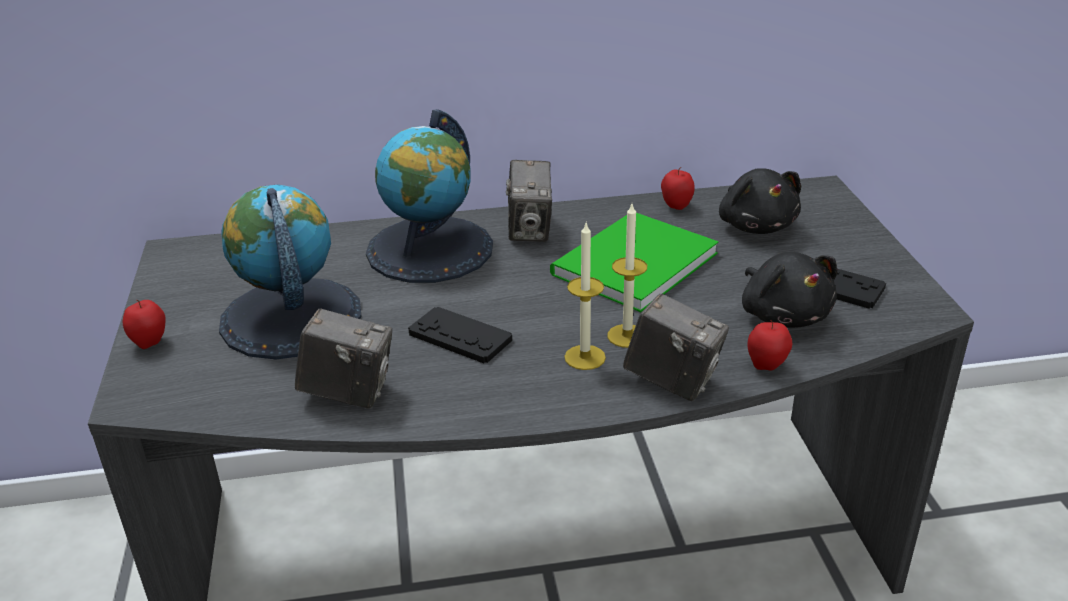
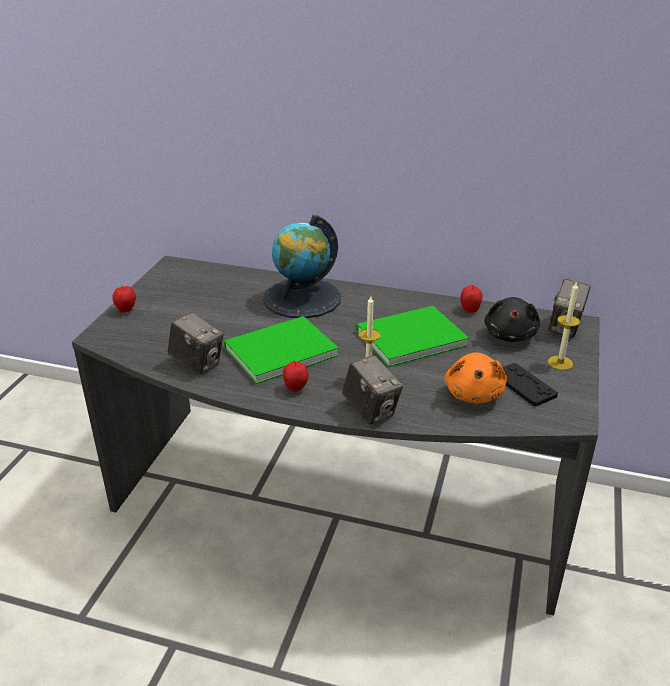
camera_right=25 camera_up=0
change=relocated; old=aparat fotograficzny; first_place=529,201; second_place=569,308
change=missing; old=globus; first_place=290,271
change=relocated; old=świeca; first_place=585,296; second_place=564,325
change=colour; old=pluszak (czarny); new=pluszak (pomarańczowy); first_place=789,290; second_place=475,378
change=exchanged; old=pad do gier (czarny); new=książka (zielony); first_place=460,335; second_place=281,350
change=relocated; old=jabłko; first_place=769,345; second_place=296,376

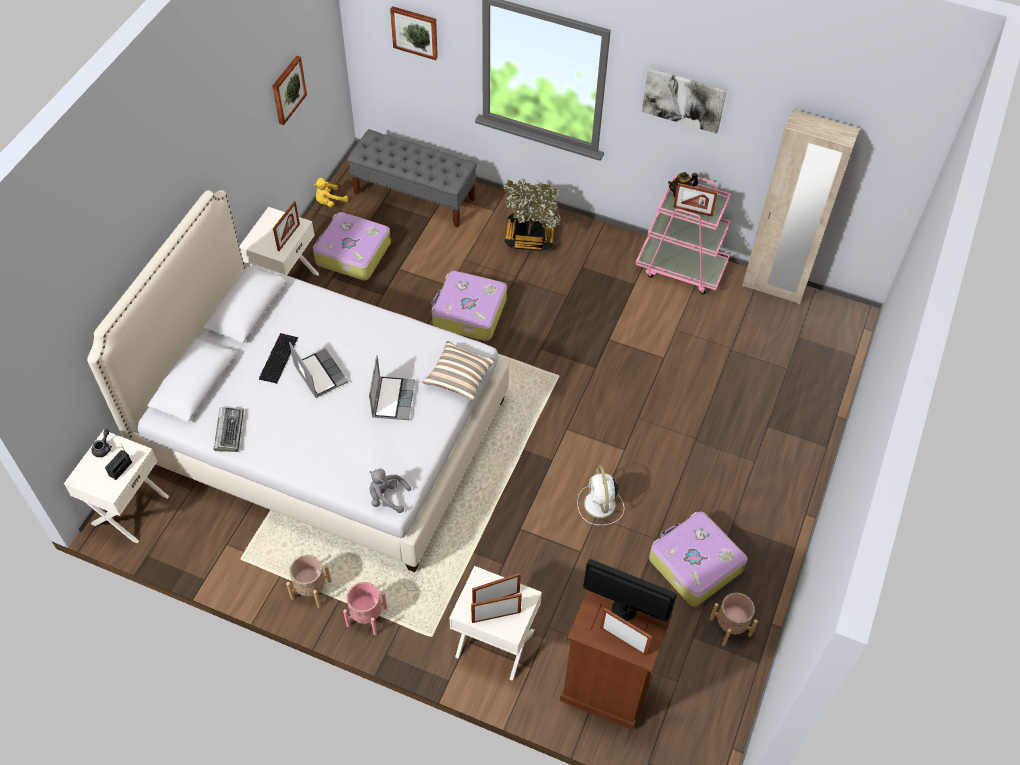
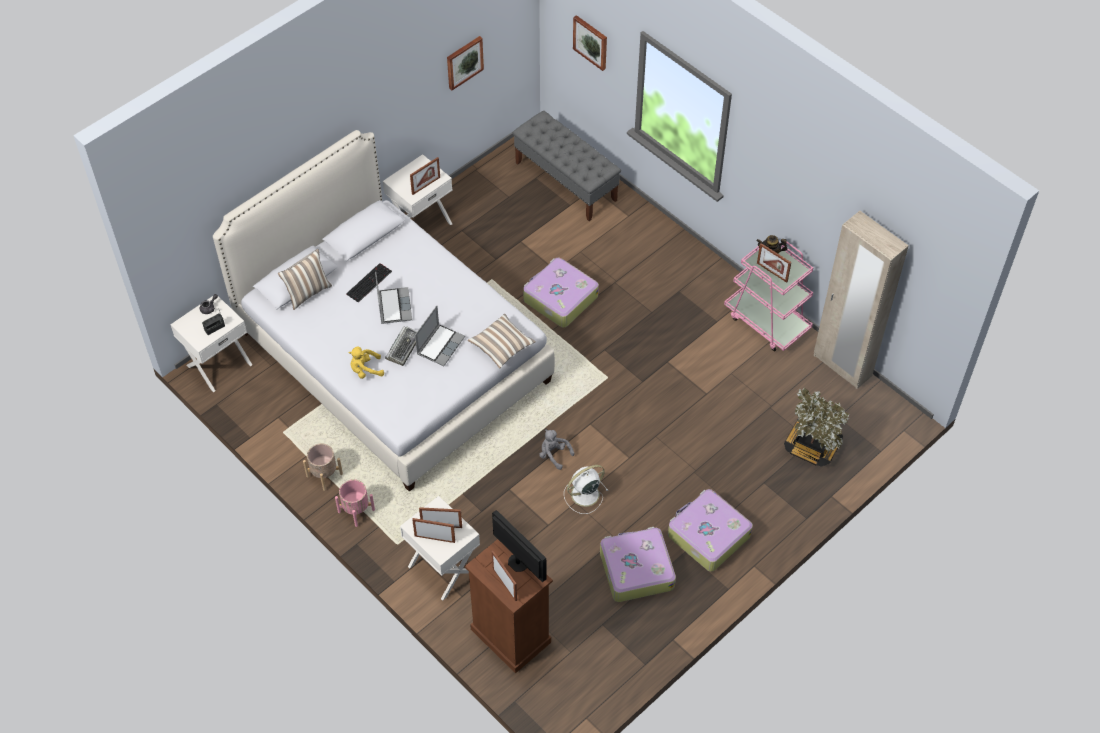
camera_right=25 camera_up=0
change=missing; old=obraz; first_place=684,101
change=relocated; old=pluszak (żółty); first_place=331,192; second_place=366,362
change=relocated; old=roślina doniczkowa; first_place=532,214; second_place=817,427
change=relocated; old=walizka; first_place=352,246; second_place=710,530
change=relocated; old=klawiatura; first_place=229,429; second_place=401,346
change=spun; old=wentylator (biały); first_place=600,495; second_place=586,489; degrees=45
change=relocated; old=pluszak (szary); first_place=390,491; second_place=557,450
change=missing; old=donica (beżowy); first_place=734,619
change=appeared; new=poduszka; second_place=305,279

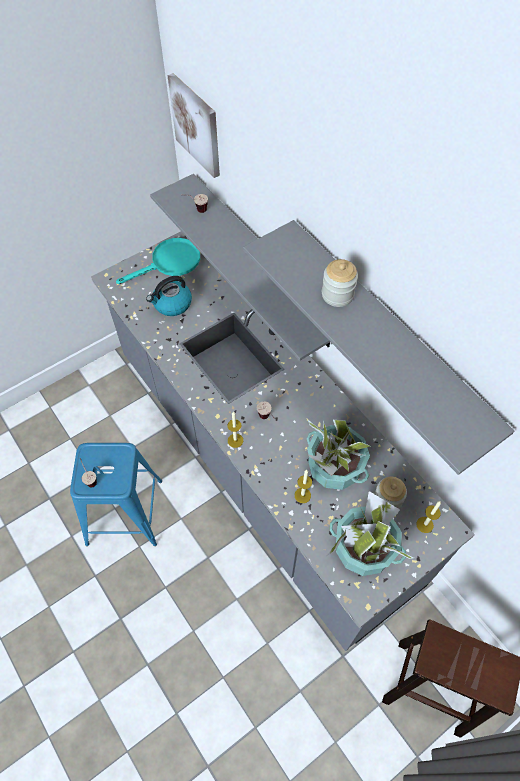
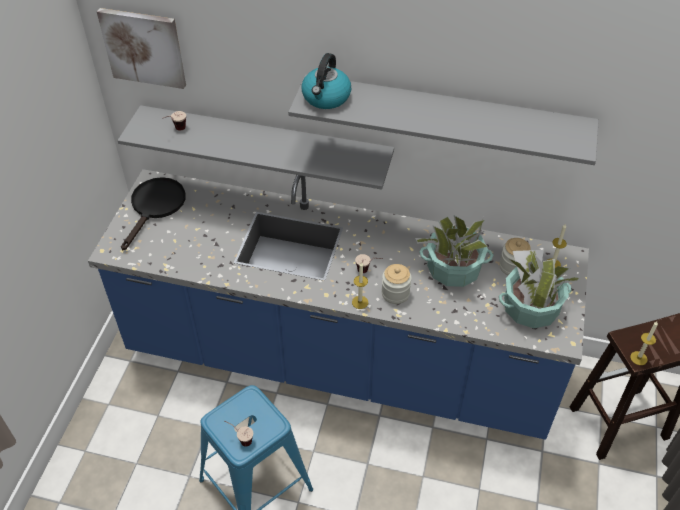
camera_right=-40 camera_up=-10
change=colour; old=zabudowa kuchenna (szary); new=zabudowa kuchenna (niebieski); first_place=283,441; second_place=338,304
change=colour; old=patelnia (turkusowy); new=patelnia (czarny); first_place=158,261; second_place=153,213
change=relocated; old=słoik; first_place=340,283; second_place=396,284
change=relocated; old=czajnik; first_place=169,296; second_place=326,81
change=relocated; old=świeca; first_place=303,486; second_place=644,343

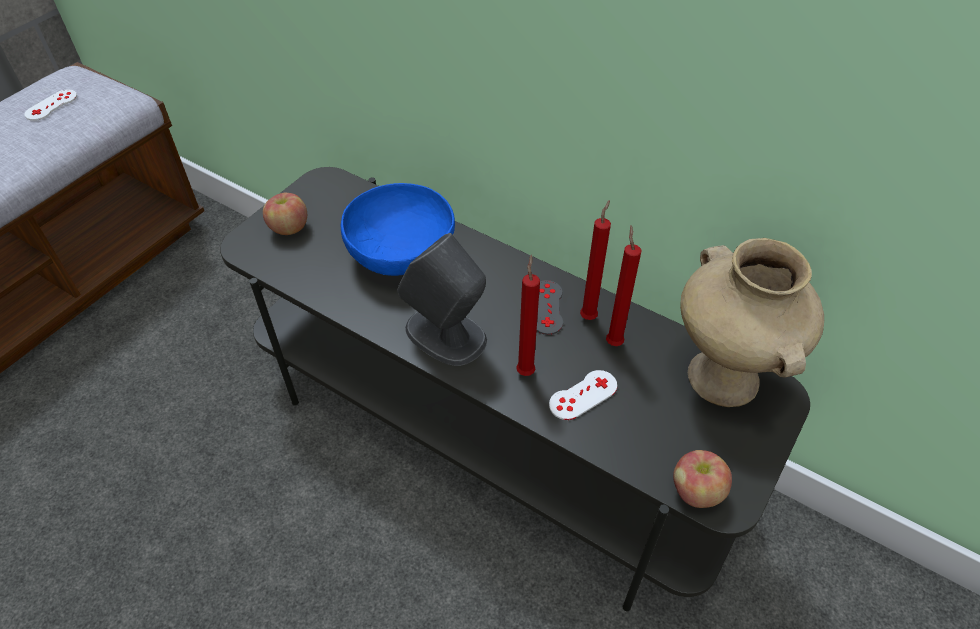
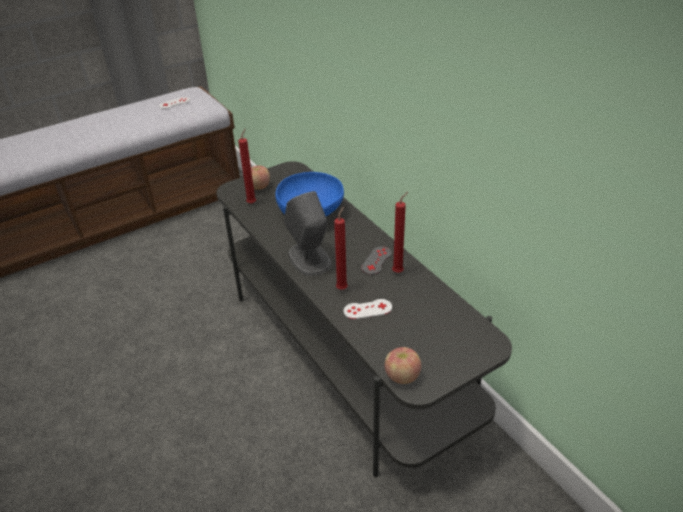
camera_right=25 camera_up=-10
change=relocated; old=świeca (czerwony); first_place=623,285; second_place=247,166
change=missing; old=wazon (beżowy); first_place=752,322

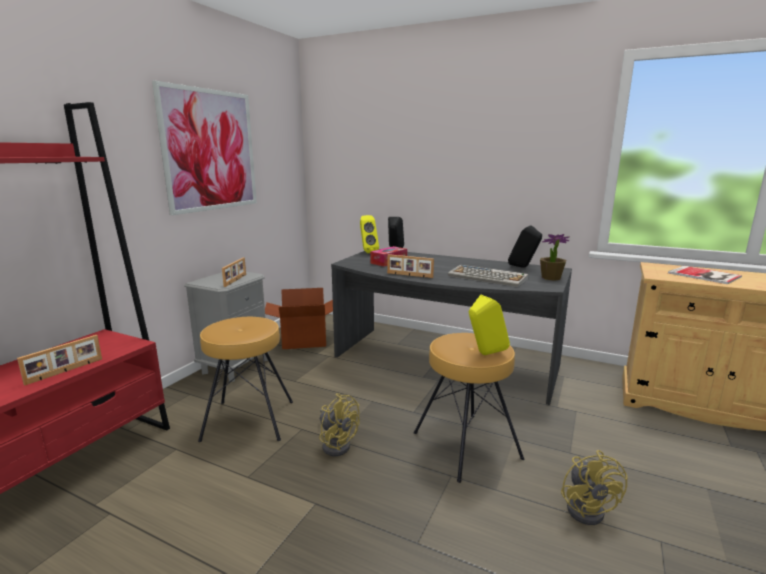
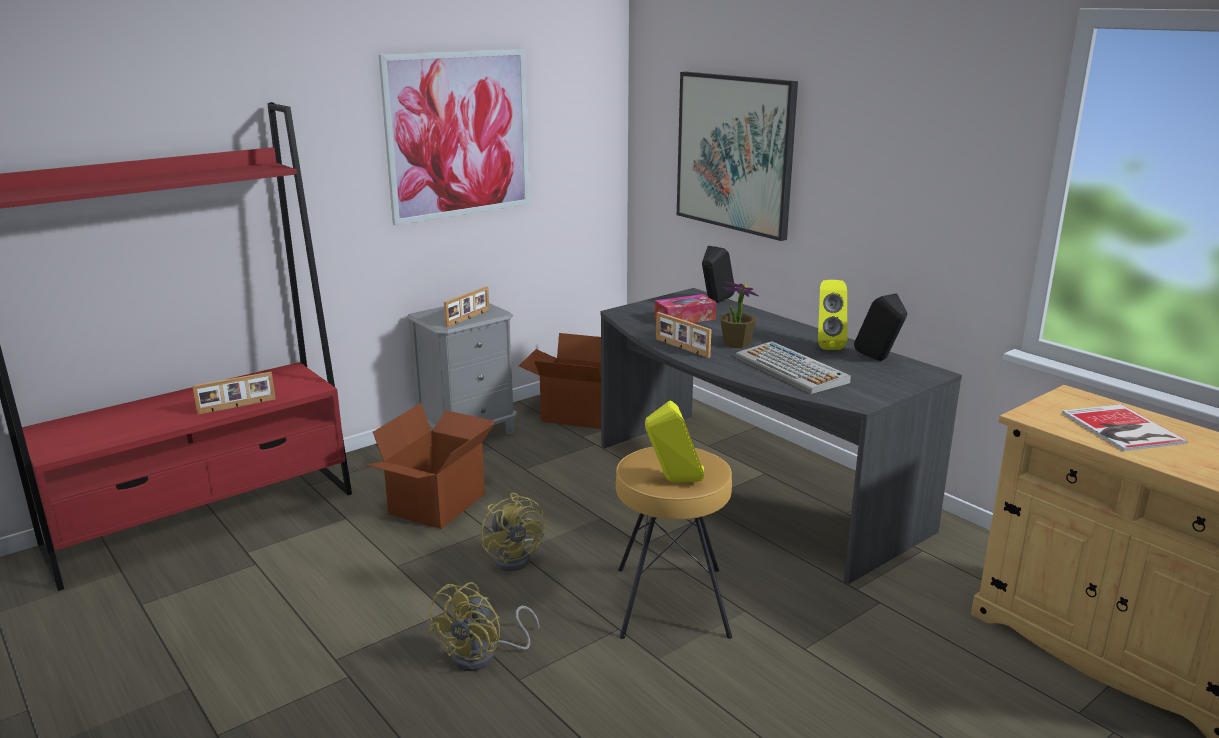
camera_right=25 camera_up=5
change=relocated; old=głośnik (żółty); first_place=369,234; second_place=832,315
change=relocated; old=roślina doniczkowa; first_place=555,257; second_place=739,314
change=exchanged; old=stołek (brązowy); new=karton; first_place=245,379; second_place=430,466
change=relocated; old=wentylator (żółty); first_place=594,487; second_place=484,626
change=appeared; new=obraz; second_place=737,156

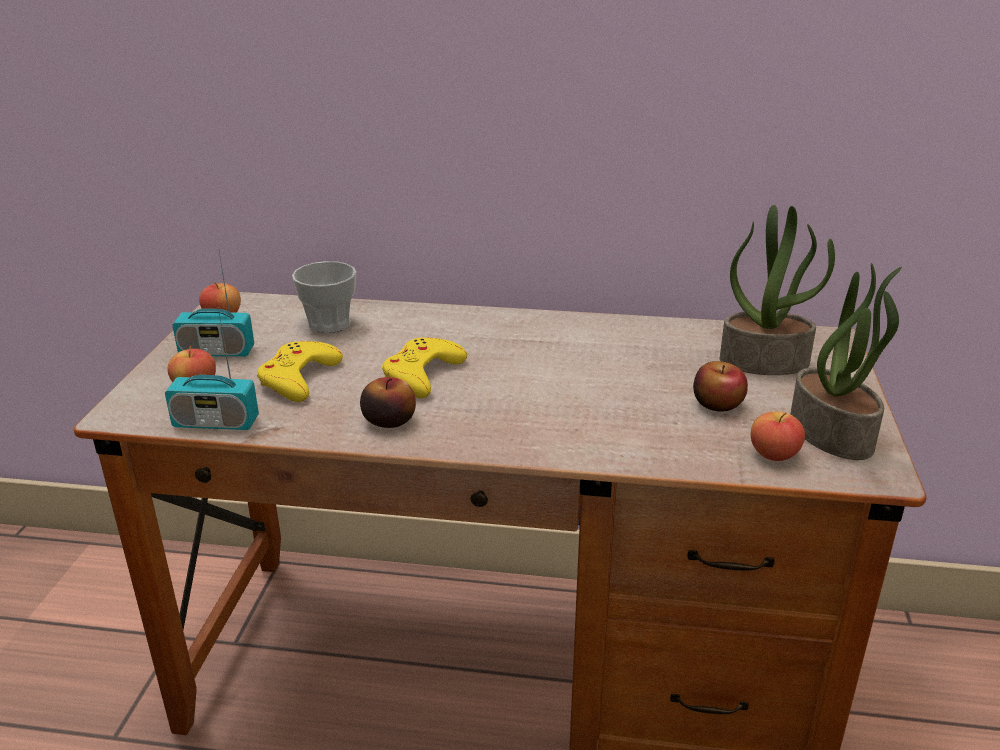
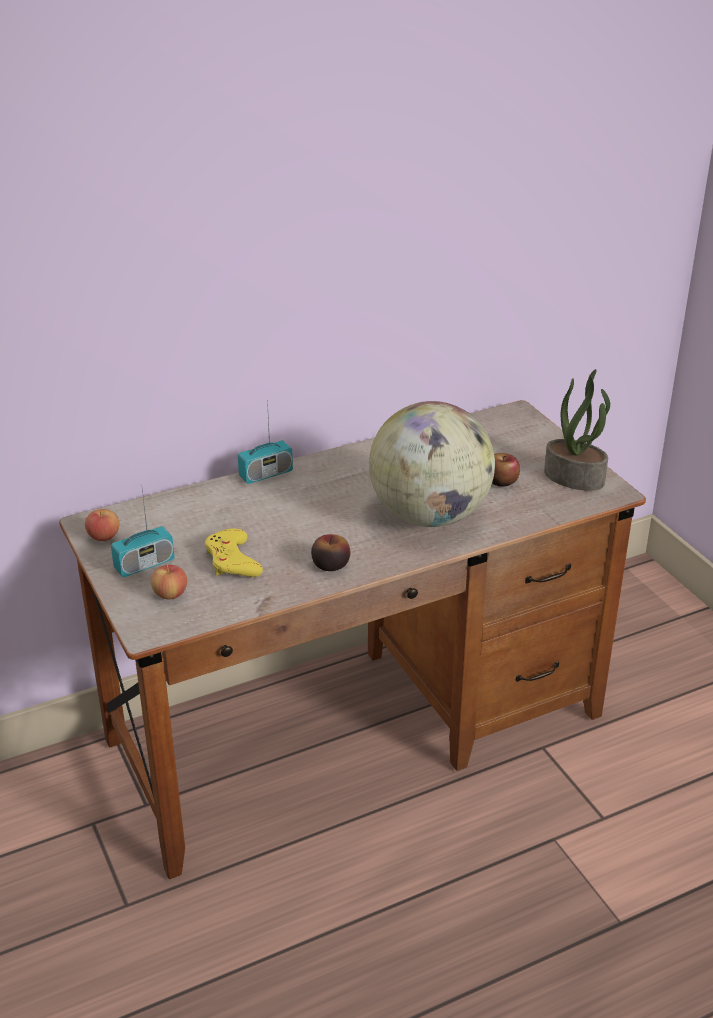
camera_right=-35 camera_up=5
change=missing; old=roślina doniczkowa; first_place=777,290
change=missing; old=filiżanka; first_place=324,297
change=relocated; old=radio; first_place=212,369; second_place=265,442
change=missing; old=pad do gier (żółty); first_place=424,368
change=missing; old=jabłko; first_place=778,436
change=appeared; new=globus; second_place=432,464

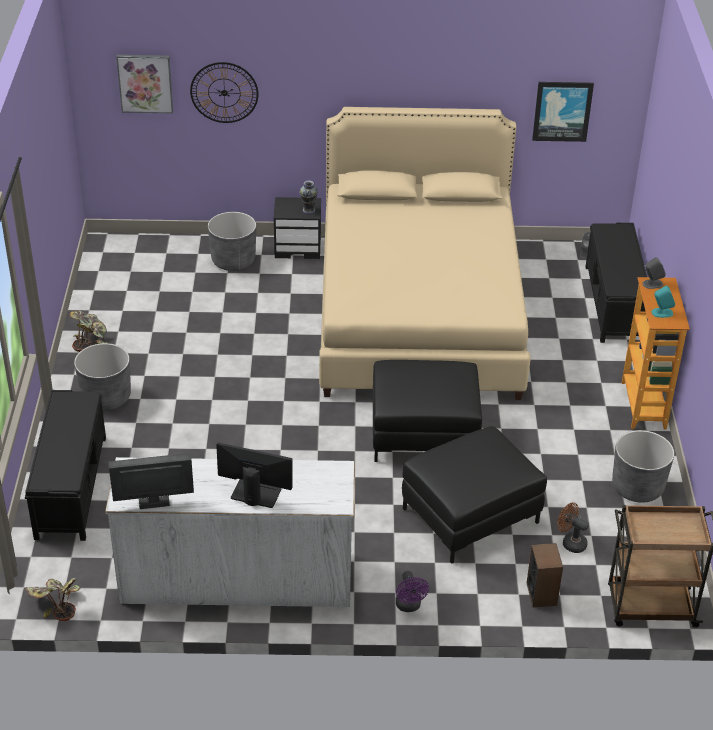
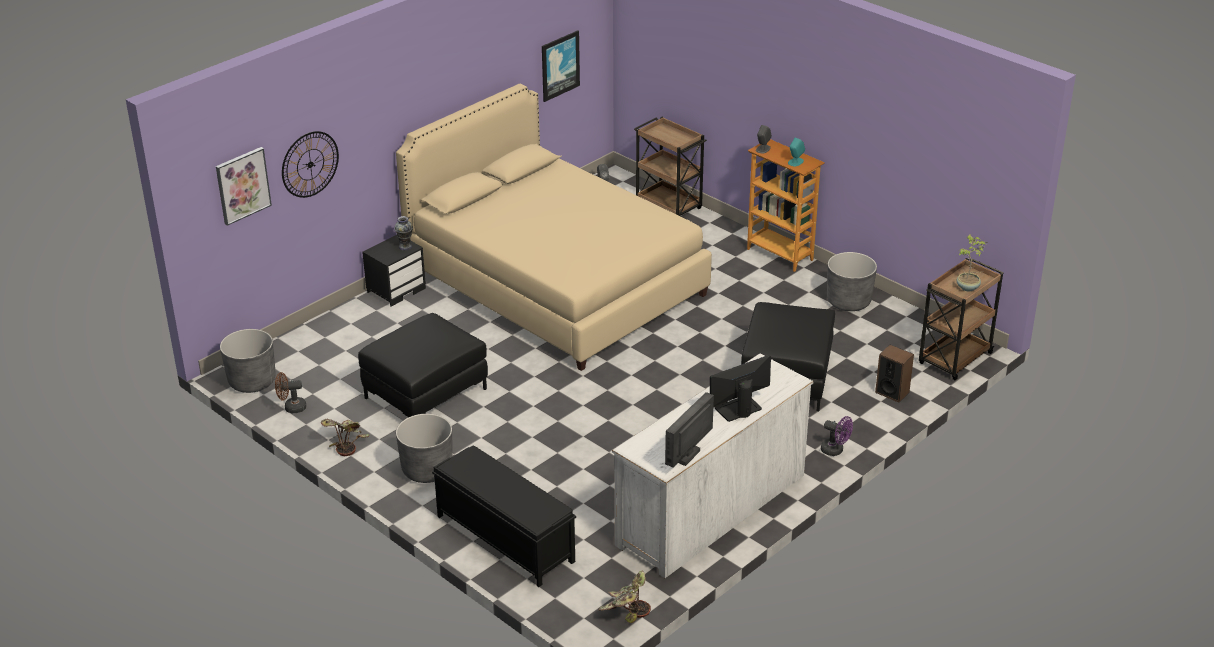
camera_right=-45 camera_up=-5
change=relocated; old=donica (szary); first_place=232,241; second_place=248,361
change=exchanged; old=ławka (czarny); new=wózek (brązowy); first_place=616,283; second_place=670,166
change=relocated; old=pufa (czarny); first_place=427,411; second_place=423,365
change=relocated; old=wentylator (brązowy); first_place=573,527; second_place=290,392
change=appeared; new=roślina doniczkowa; second_place=972,262

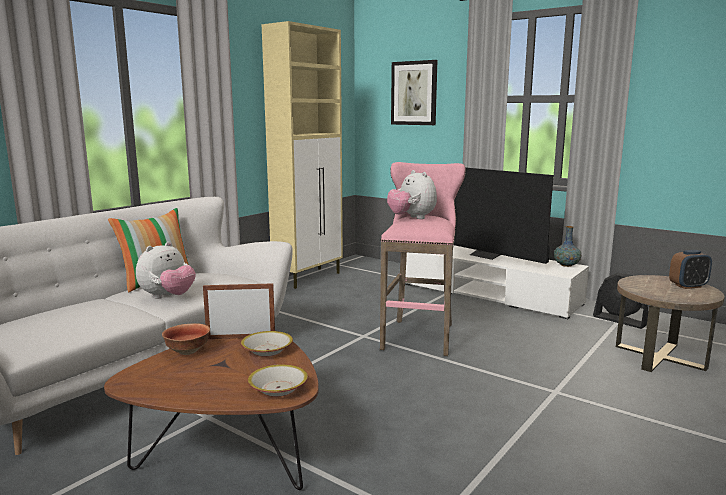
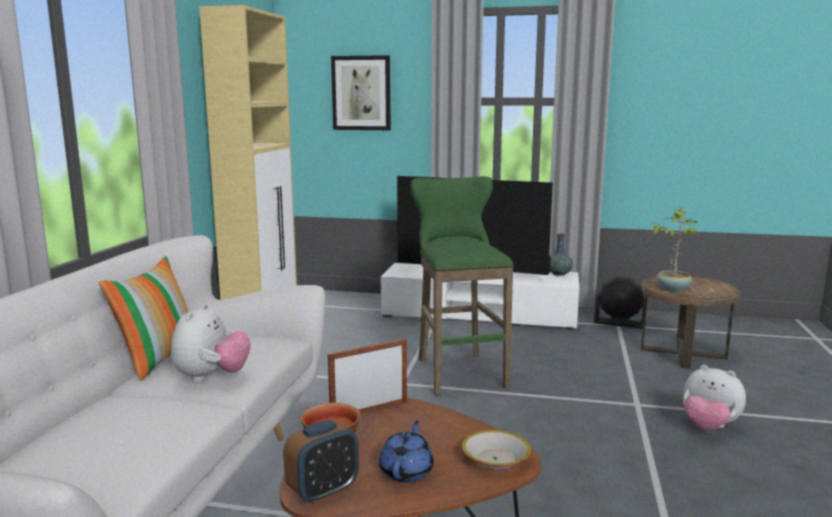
camera_right=-25 camera_up=0
change=colour; old=stołek (różowy); new=stołek (zielony); first_place=423,259; second_place=462,286
change=relocated; old=pluszak; first_place=412,194; second_place=714,397
change=relocated; old=budzik; first_place=690,269; second_place=321,462
change=missing; old=miska; first_place=267,344
change=appeared; new=roślina doniczkowa; second_place=675,249
change=appeared; new=imbryk (niebieski); second_place=406,451

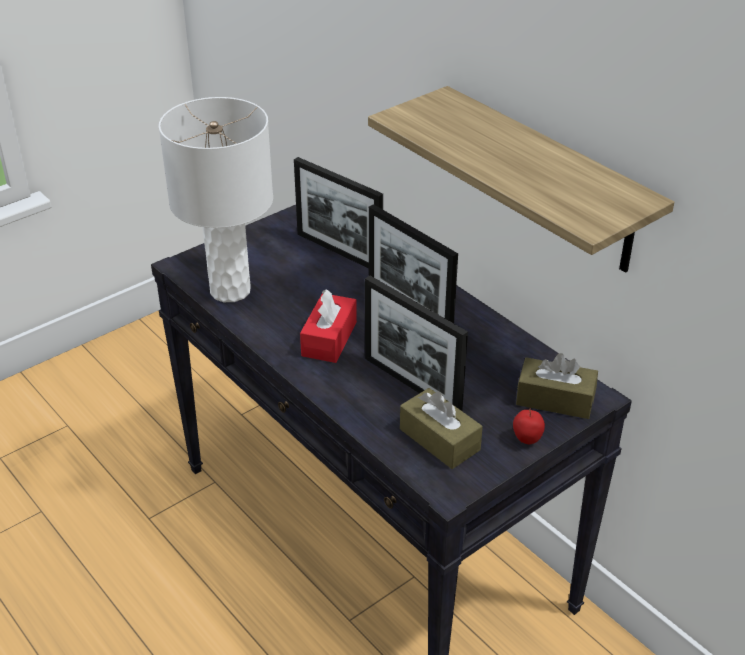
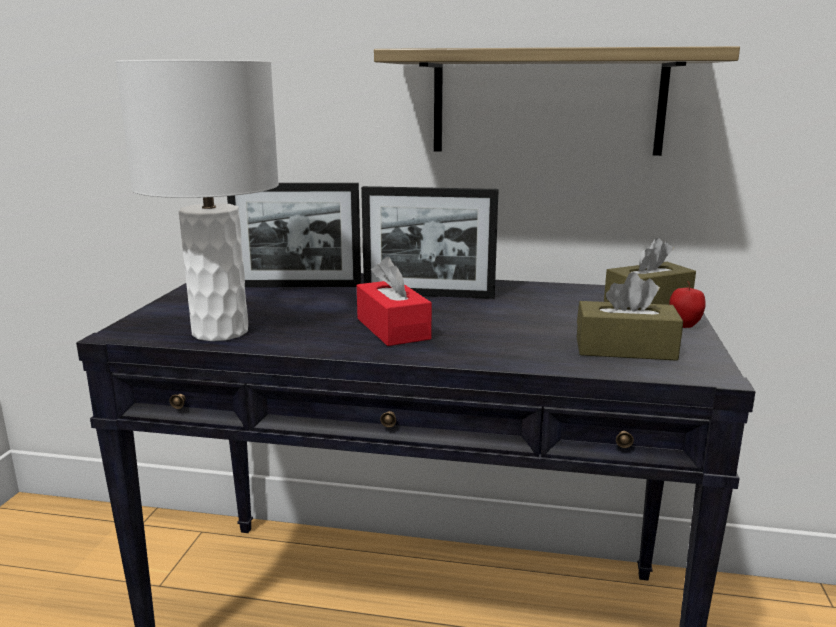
camera_right=-40 camera_up=-20
change=missing; old=ramka na zdjęcie; first_place=416,343

